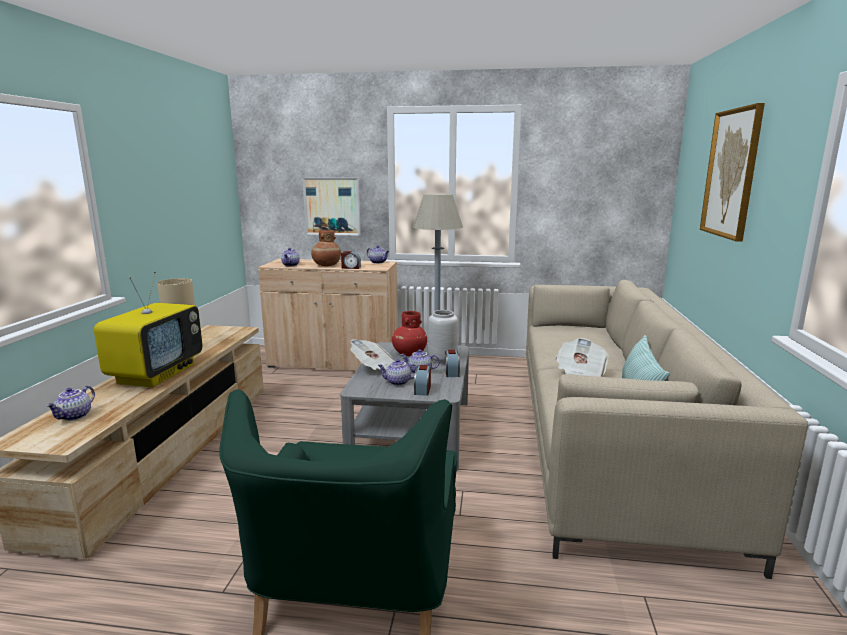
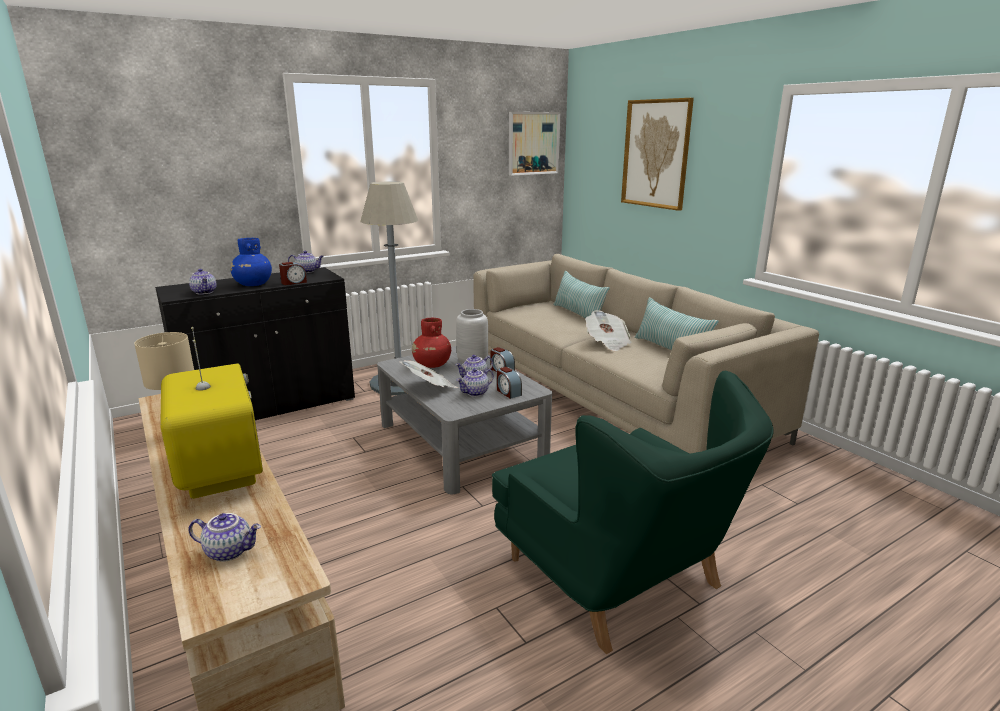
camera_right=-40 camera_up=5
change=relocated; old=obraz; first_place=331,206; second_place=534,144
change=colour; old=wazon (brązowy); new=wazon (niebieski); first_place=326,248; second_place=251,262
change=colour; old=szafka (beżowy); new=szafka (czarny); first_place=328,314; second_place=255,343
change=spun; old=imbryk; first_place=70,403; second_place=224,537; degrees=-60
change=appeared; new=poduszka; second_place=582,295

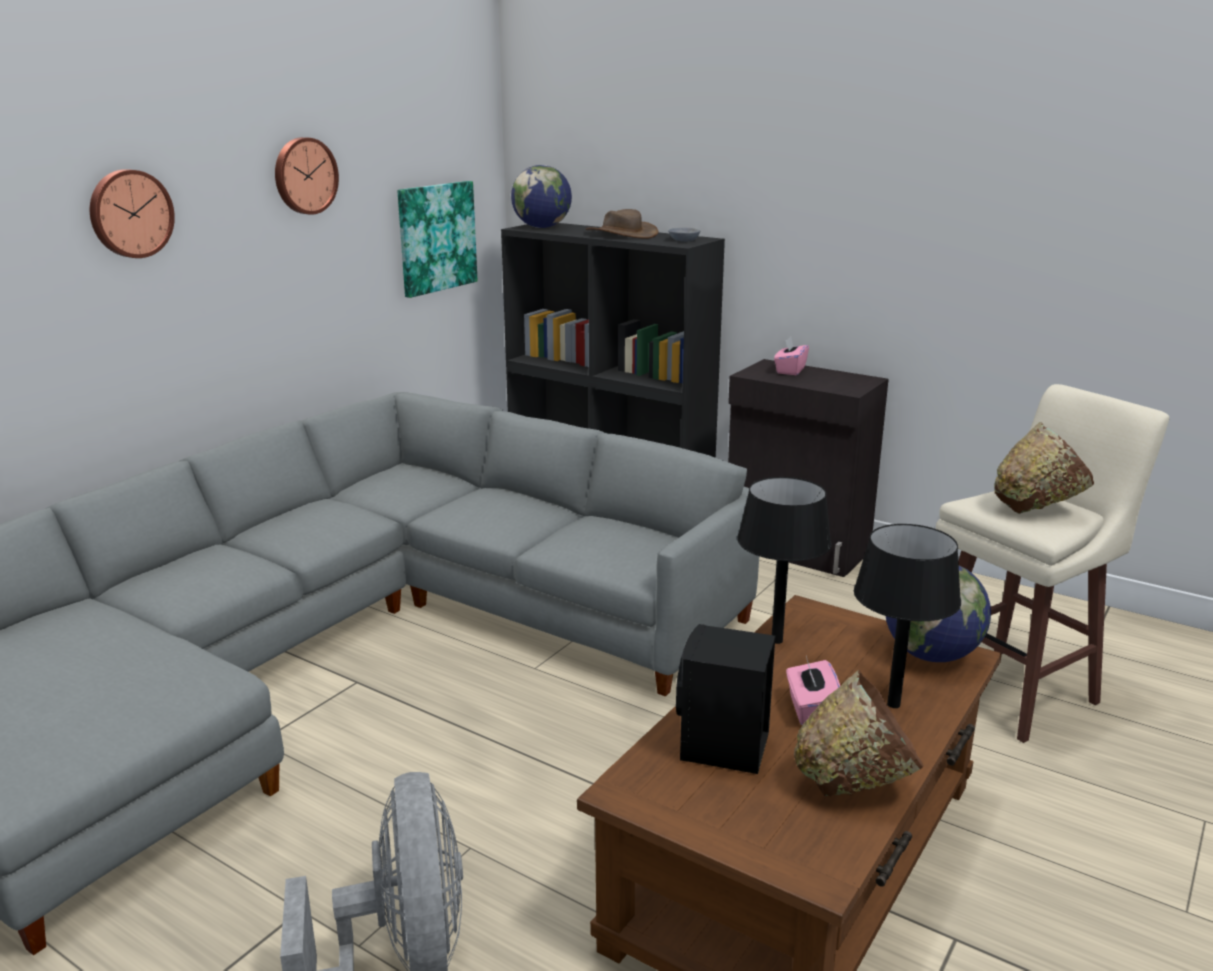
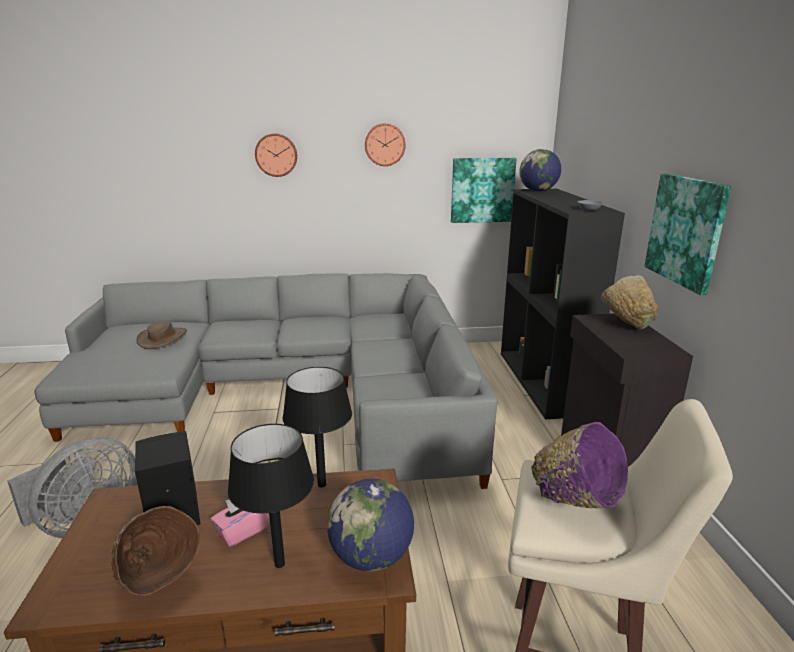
camera_right=50 camera_up=0
change=relocated; old=kapelusz (brązowy); first_place=622,224; second_place=162,335
change=exchanged; old=pudełko chusteczek (różowy); new=miska (zielony); first_place=791,356; second_place=629,303
change=colour; old=miska (brązowy); new=miska (fioletowy); first_place=1044,468; second_place=579,465
change=appeared; new=obraz; second_place=687,234

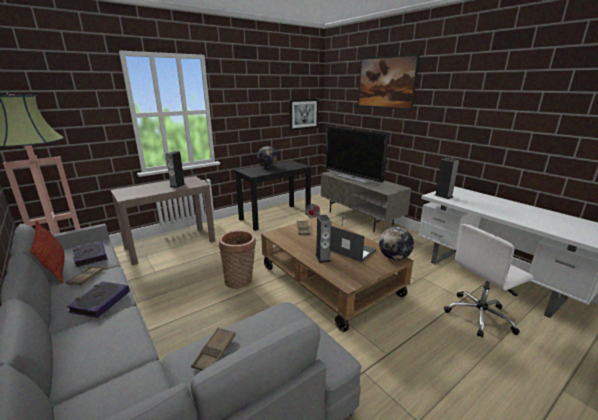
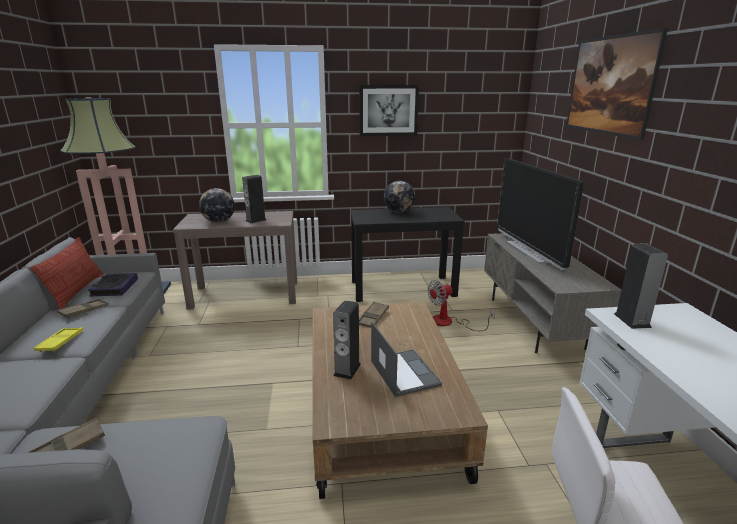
camera_right=30 camera_up=0
change=relocated; old=obraz; first_place=304,114; second_place=389,110
change=relocated; old=globus; first_place=396,243; second_place=217,205
change=missing; old=koszyk; first_place=237,259
change=exchanged; old=książka; new=taca (żółty); first_place=98,299; second_place=58,339

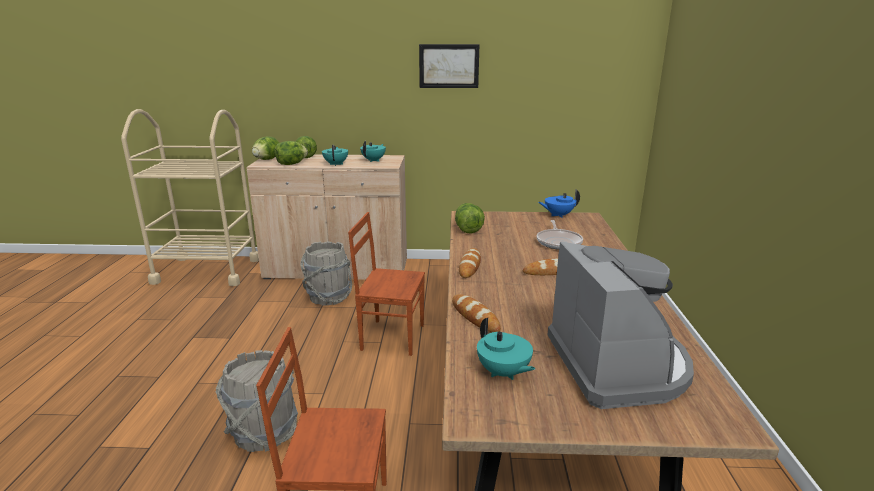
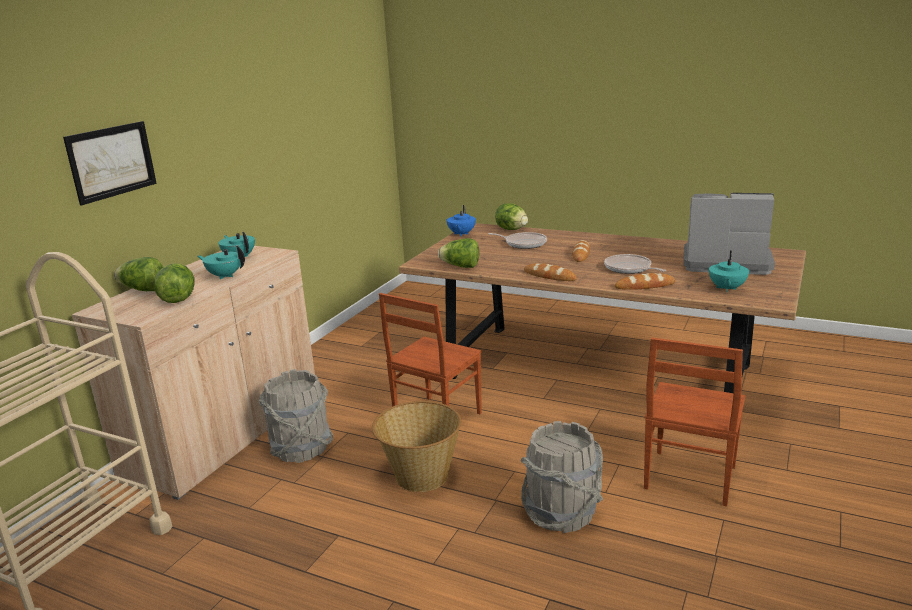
camera_right=-65 camera_up=0
change=relocated; old=obraz; first_place=449,66; second_place=110,163
change=relocated; old=sałata; first_place=265,148; second_place=511,216
change=spun; old=imbryk (turkusowy); first_place=506,349; second_place=729,271; degrees=120
change=appeared; new=patelnia; second_place=635,264
change=appeared; new=koszyk; second_place=416,446

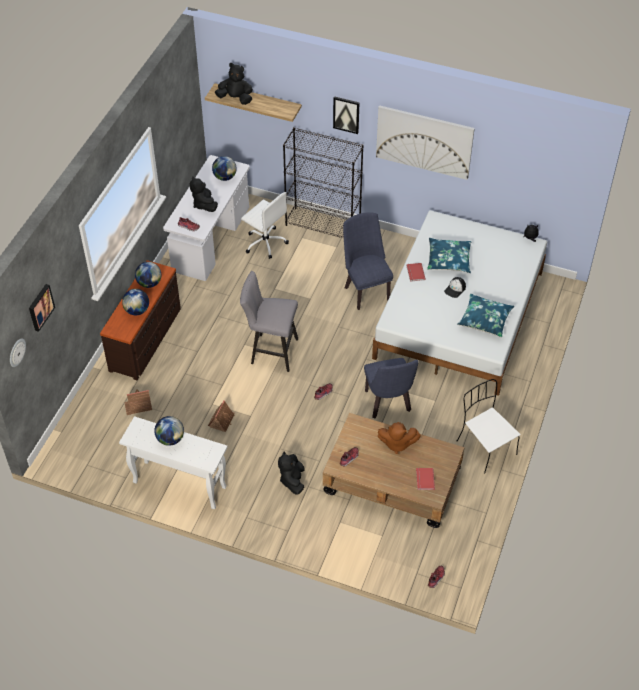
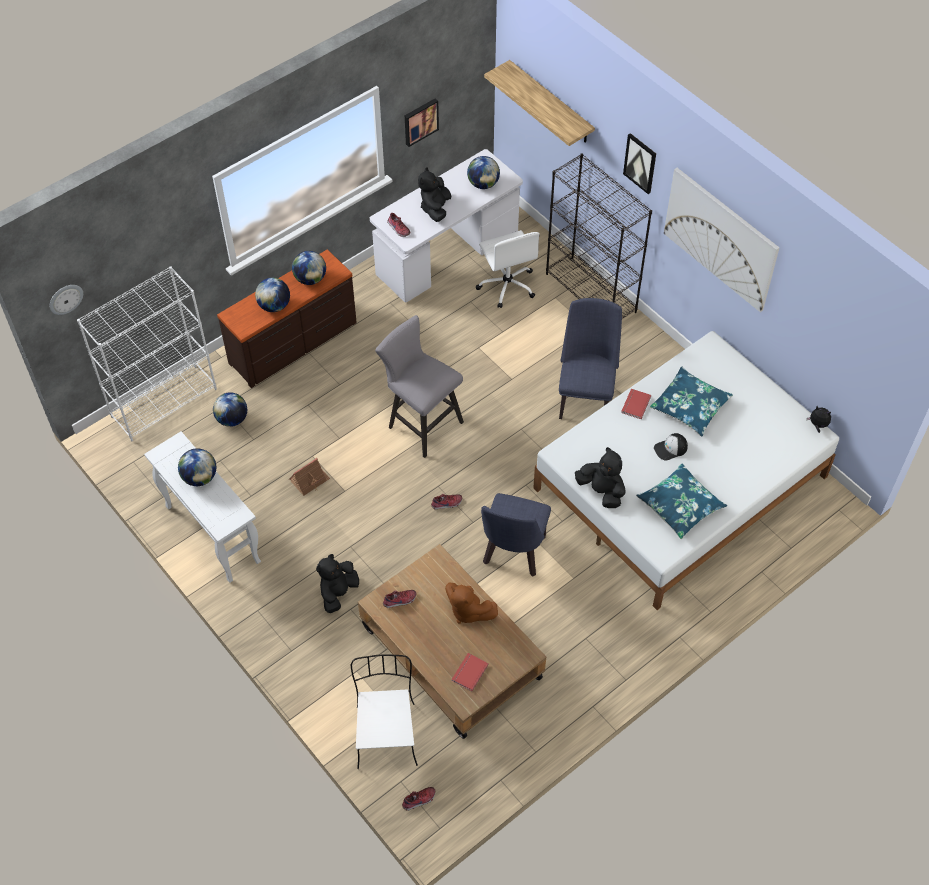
camera_right=30 camera_up=5
change=relocated; old=pluszak (czarny); first_place=234,84; second_place=600,477
change=relocated; old=obraz; first_place=42,308; second_place=422,122
change=relocated; old=krzesło (biały); first_place=489,426; second_place=384,711
change=exchanged; old=domek; new=globus; first_place=138,402; second_place=230,410
change=appeared; new=regał (biały); second_place=147,353

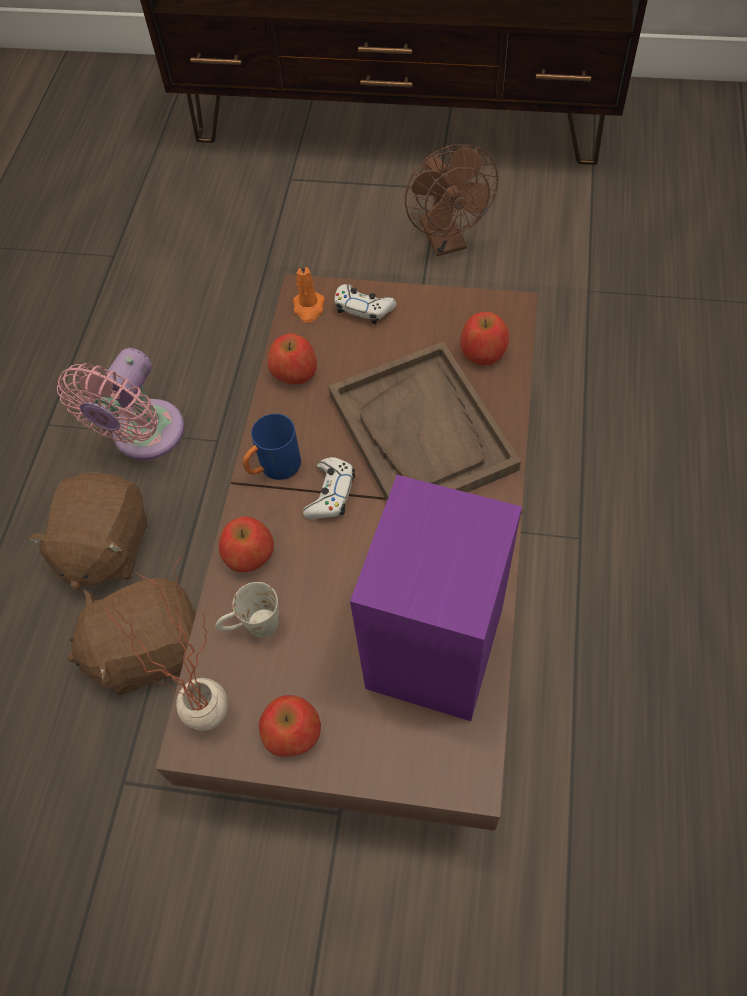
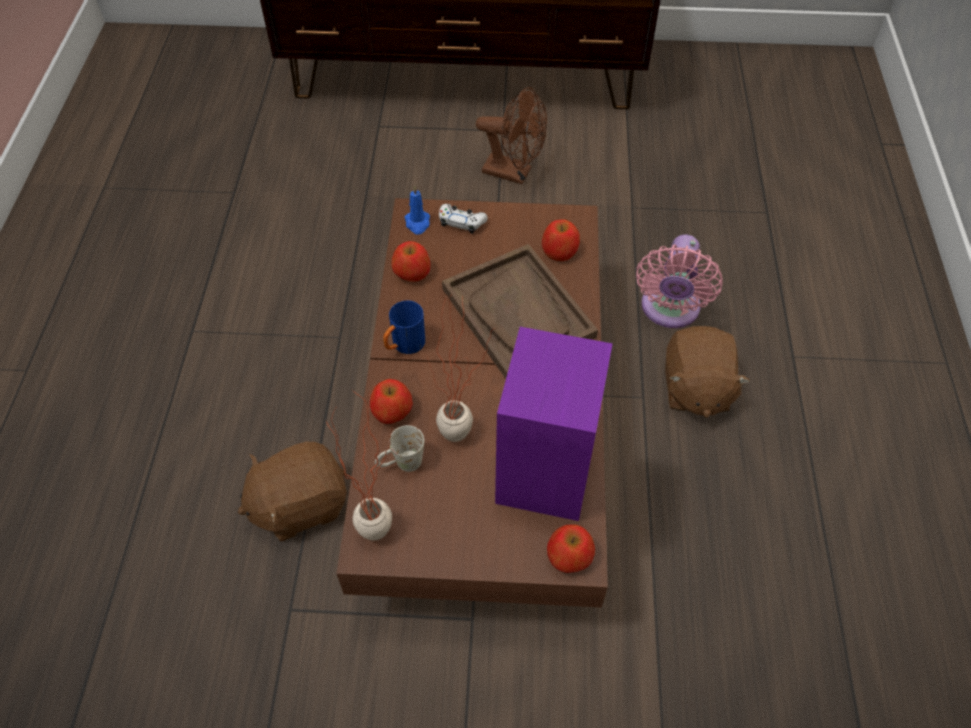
camera_right=-10 camera_up=-5
change=spun; old=wentylator (brązowy); first_place=451,200; second_place=511,135; degrees=-45
change=colour; old=świeca (pomarańczowy); new=świeca (niebieski); first_place=309,292; second_place=417,210
change=relocated; old=wentylator (różowy); first_place=120,404; second_place=679,281
change=missing; old=pad do gier (biały); first_place=329,488
change=relocated; old=pluszak (brązowy); first_place=87,531; second_place=707,372
change=relocated; old=jabłko; first_place=290,726; second_place=571,549
change=appeared; new=roślina doniczkowa; second_place=461,368

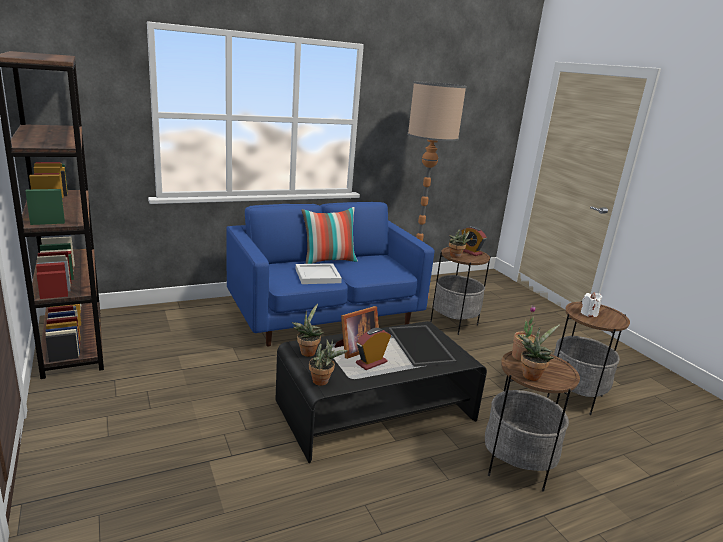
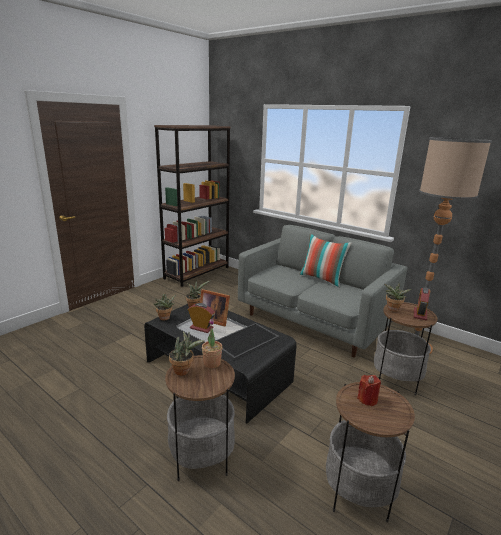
camera_right=65 camera_up=0
change=colour; old=kanapa (niebieski); new=kanapa (szary); first_place=330,274; second_place=322,291
change=missing; old=taca (biały); first_place=319,273
change=colour; old=świeca (biały); new=świeca (czerwony); first_place=591,304; second_place=369,390

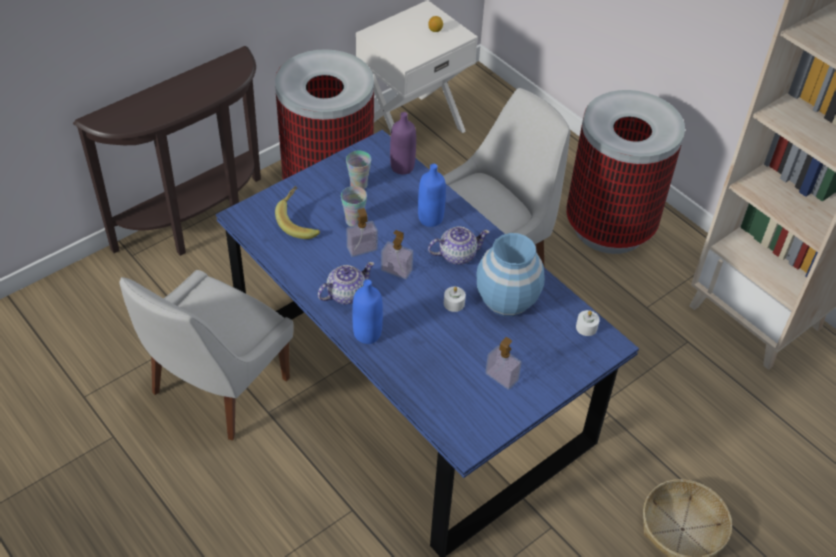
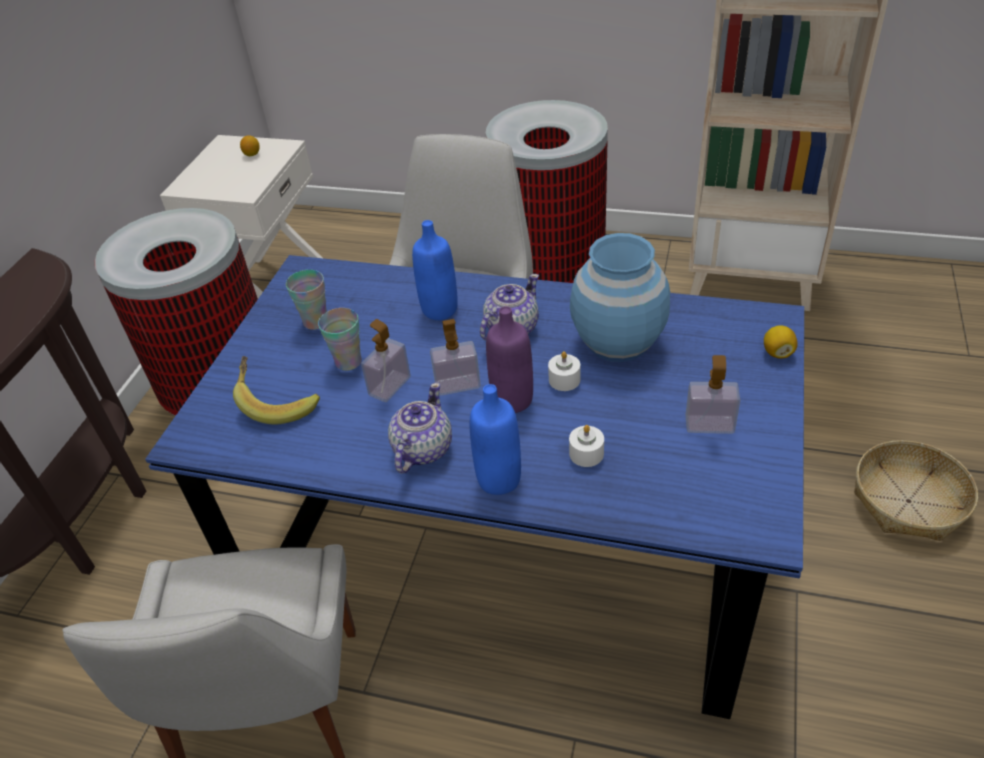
camera_right=-30 camera_up=-5
change=relocated; old=butelka (fioletowy); first_place=403,143; second_place=509,359
change=relocated; old=świeca (biały); first_place=588,323; second_place=586,446
change=appeared; new=cytryna; second_place=781,342

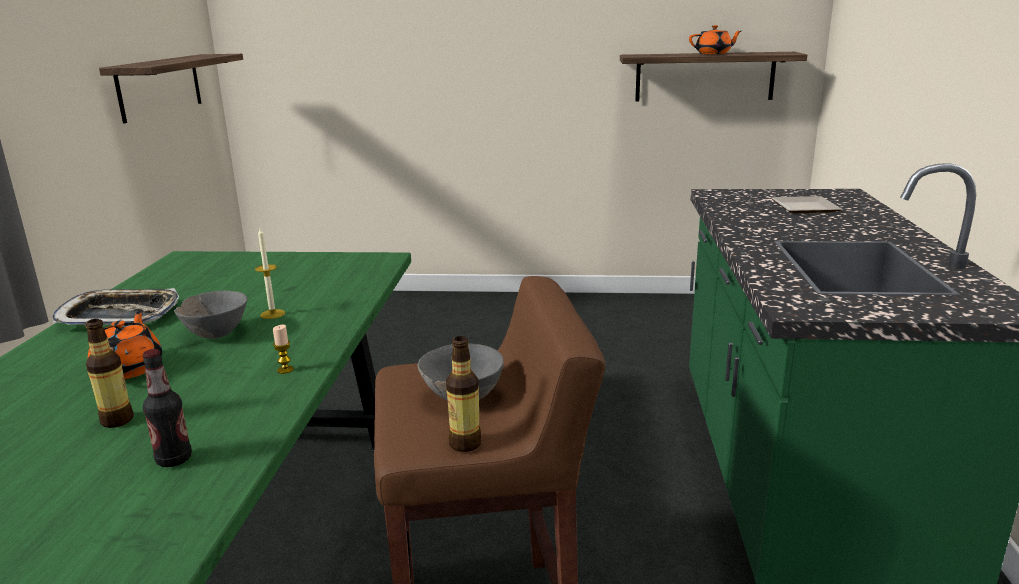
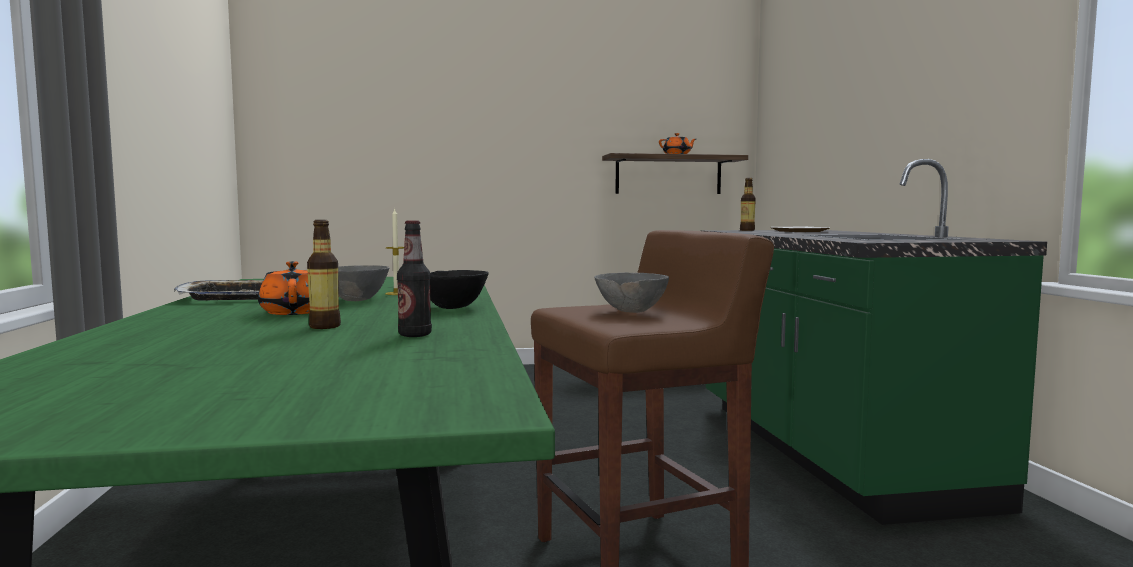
camera_right=-15 camera_up=-15
change=missing; old=półka; first_place=171,89
change=exchanged; old=świeca; new=miska (czarny); first_place=283,349; second_place=459,289
change=relocated; old=butelka; first_place=464,394; second_place=748,204

